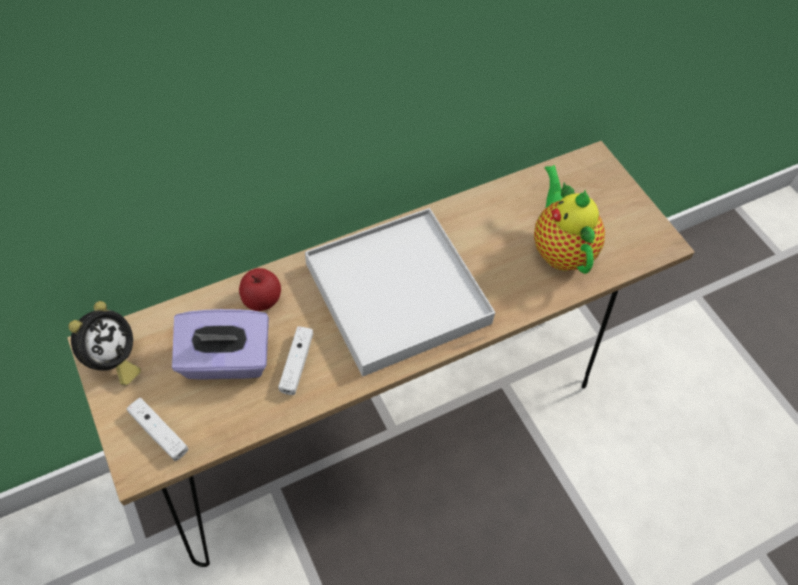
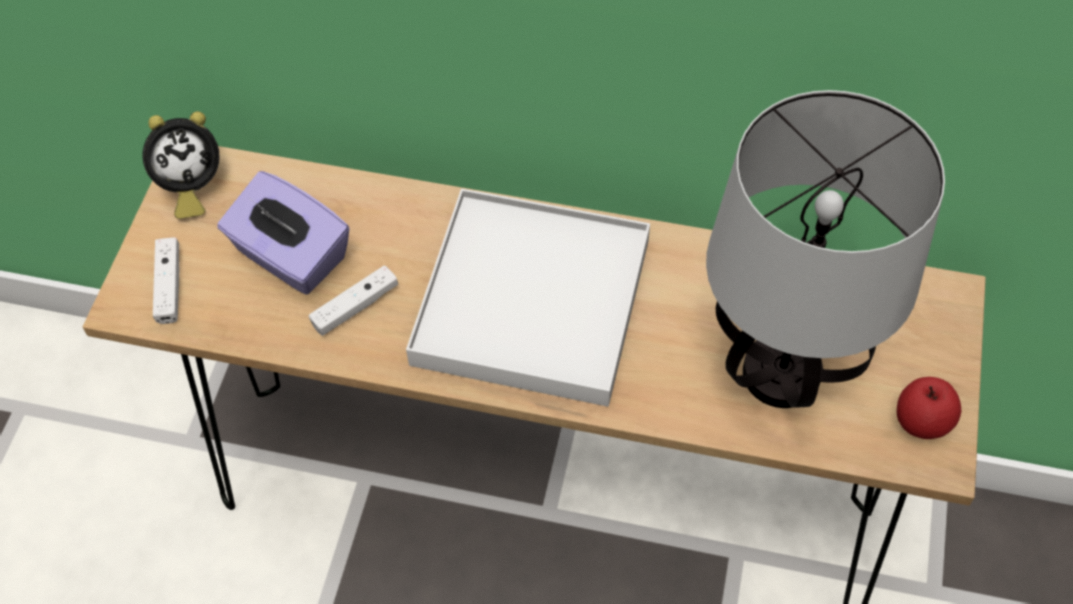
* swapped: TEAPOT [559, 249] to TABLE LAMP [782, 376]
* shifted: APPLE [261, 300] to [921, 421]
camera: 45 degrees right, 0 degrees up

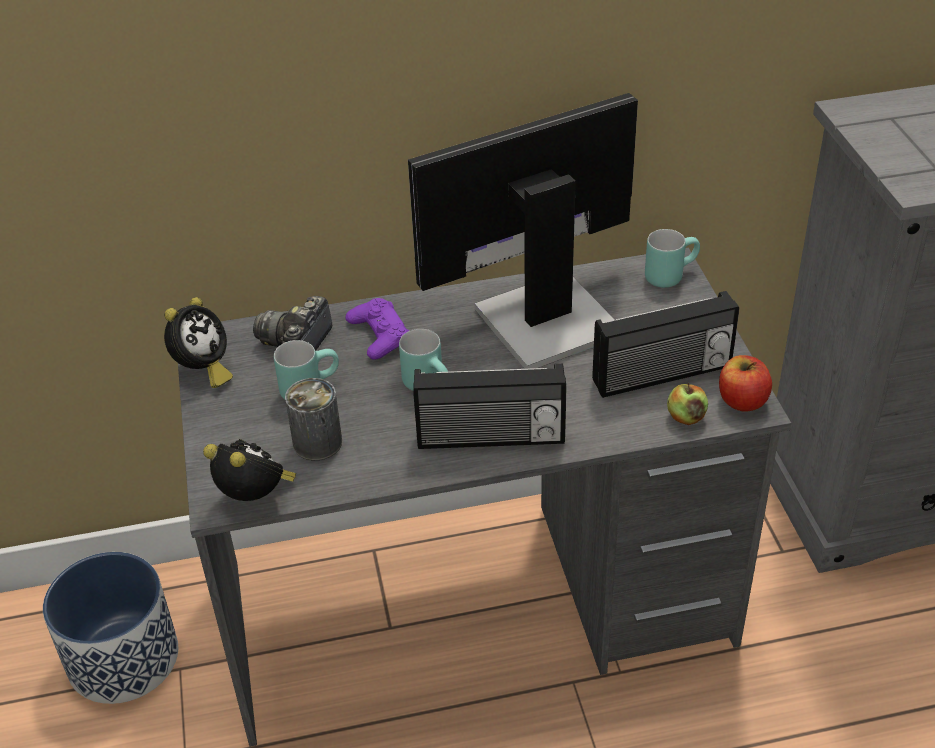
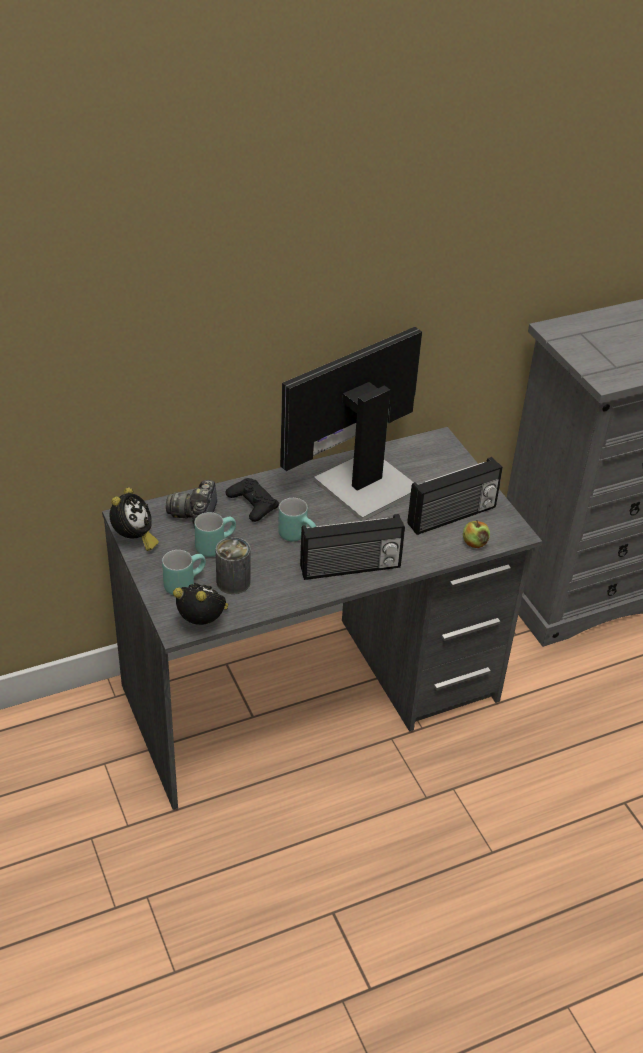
* shifted: TURQUOISE MUG [669, 274] to [183, 583]
* repainted: PURPLE GAME CONTROLLER [380, 335] to BLACK GAME CONTROLLER [252, 504]
* gone: PLANTER [123, 658]
* gone: APPLE [742, 401]
camera: 15 degrees left, 0 degrees up

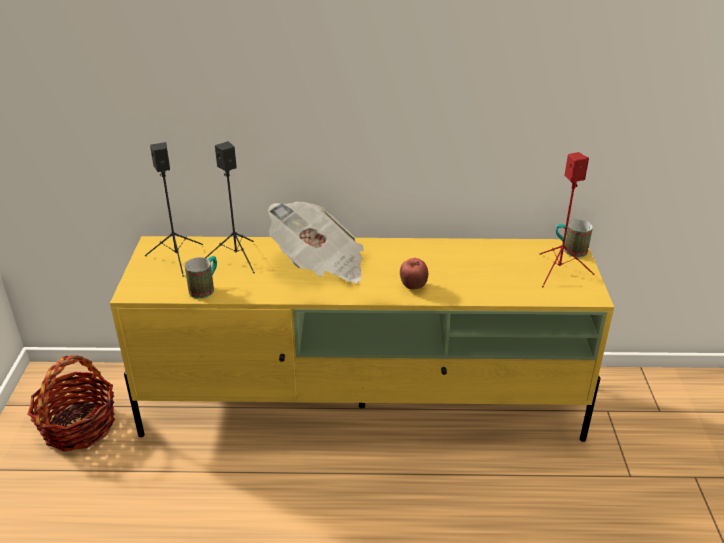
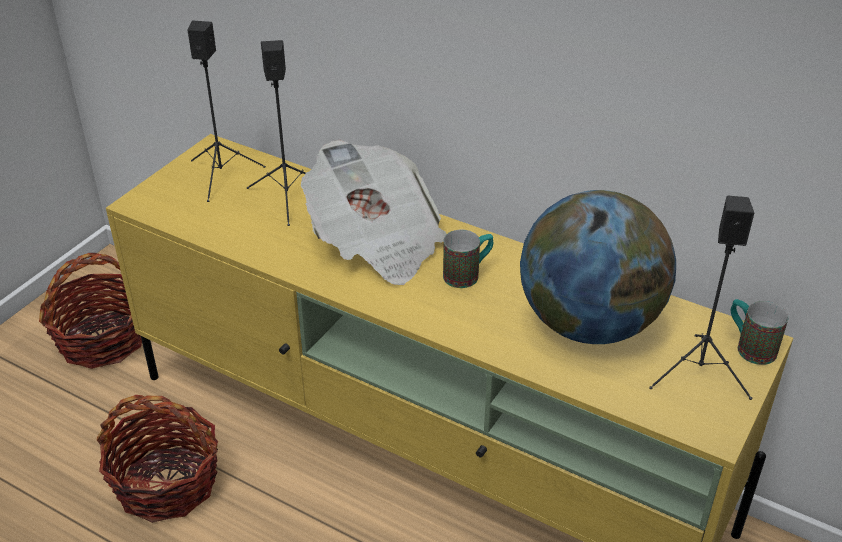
* new: BASKET [167, 482]
* shifted: MUG [205, 288] to [468, 274]
* new: GLOBE [589, 324]
* repainted: RED SPEAKER [559, 271] to BLACK SPEAKER [700, 373]
* gone: APPLE [413, 286]
camera: 30 degrees right, 5 degrees up

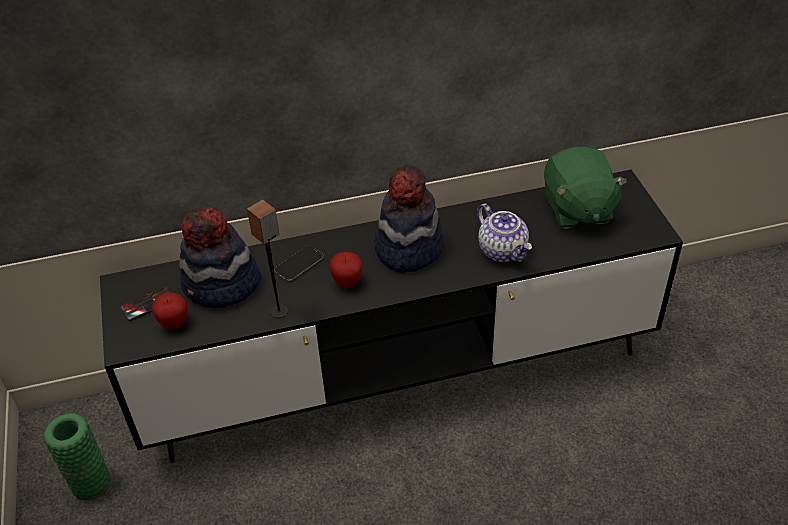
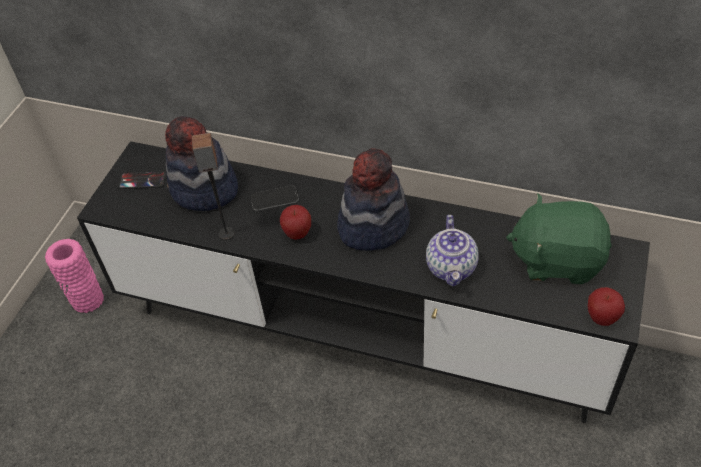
* repainted: GREEN VASE [91, 483] to PINK VASE [87, 300]
* rotated: GREEN PLUSH TOY [577, 209] = [557, 259] 75 degrees clockwise
* shifted: APPLE [174, 323] to [601, 318]
camera: 35 degrees right, 5 degrees up

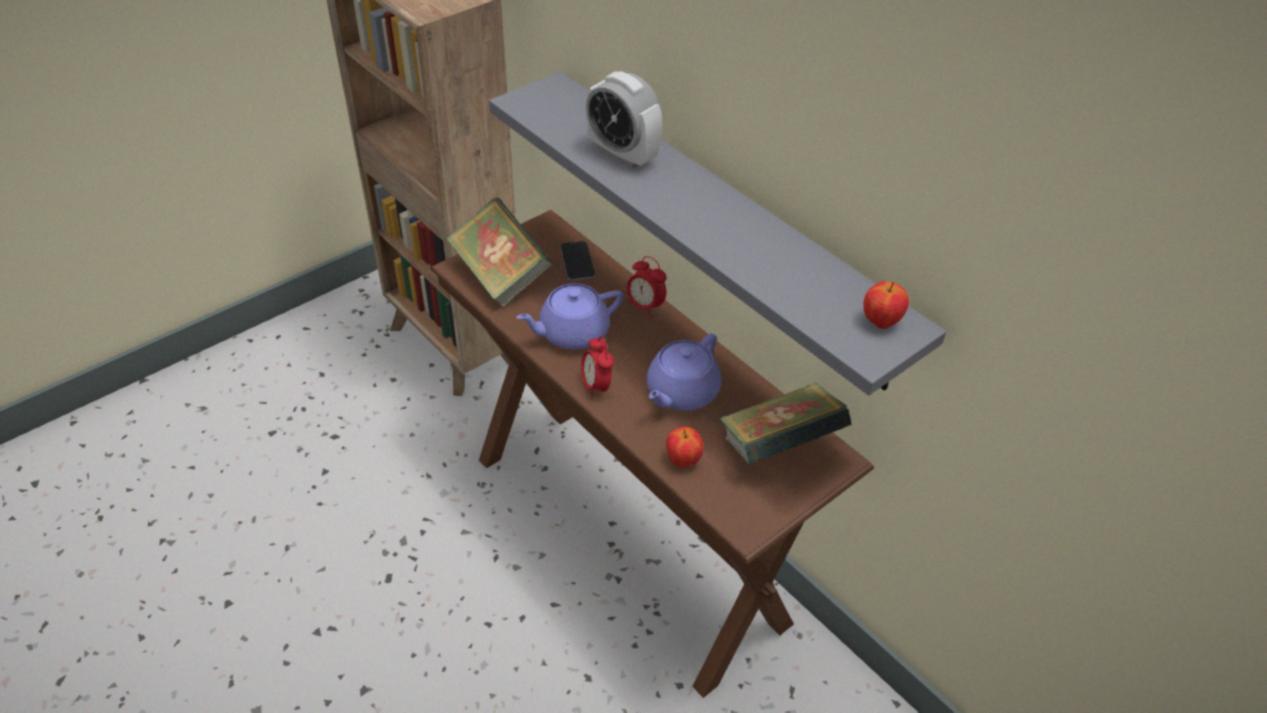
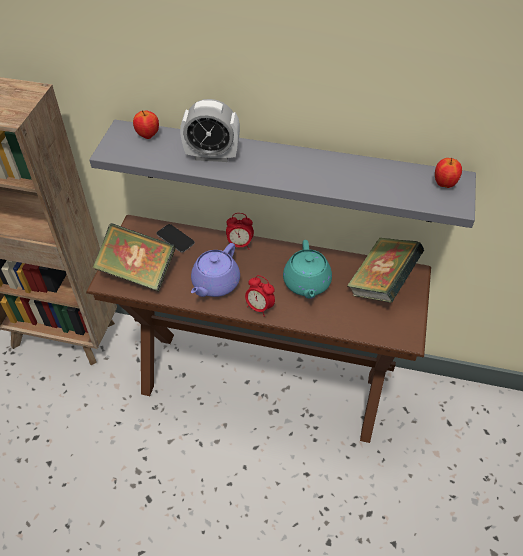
* shifted: APPLE [683, 461] to [148, 135]
* repainted: PURPLE TEAPOT [681, 392] to TURQUOISE TEAPOT [306, 283]
camera: 35 degrees left, 5 degrees up

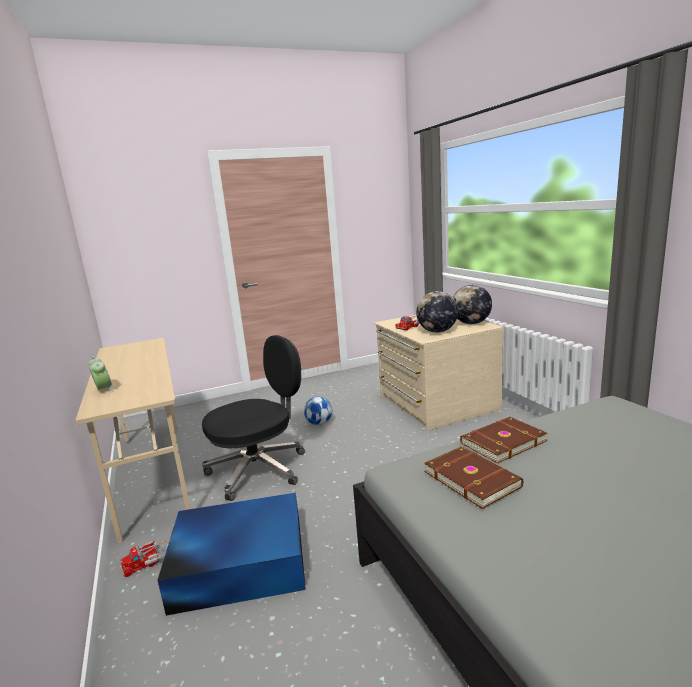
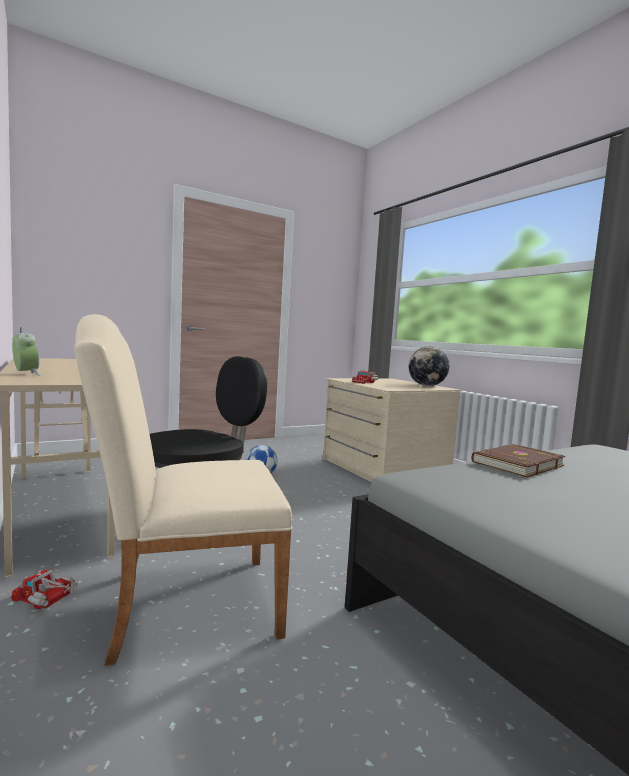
* rotated: TOY TRUCK [146, 561] = [47, 599] 60 degrees clockwise
* swapped: BLUE STORAGE BOX [238, 563] to BEIGE CHAIR [182, 604]
* gone: GLOBE [437, 331]
* gone: BROWN BOOK [472, 478]
camera: 10 degrees left, 10 degrees down

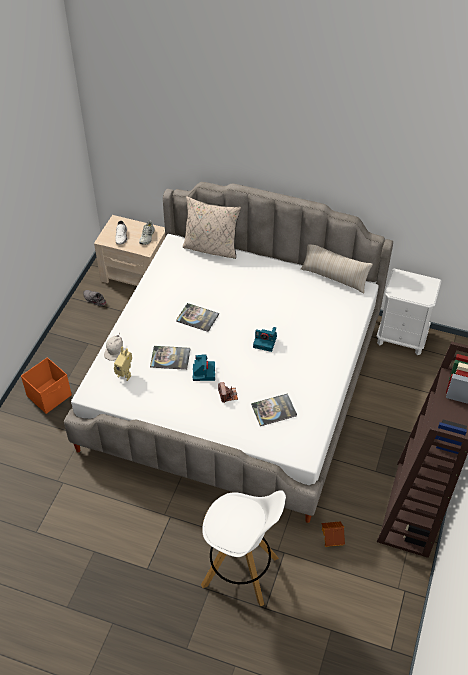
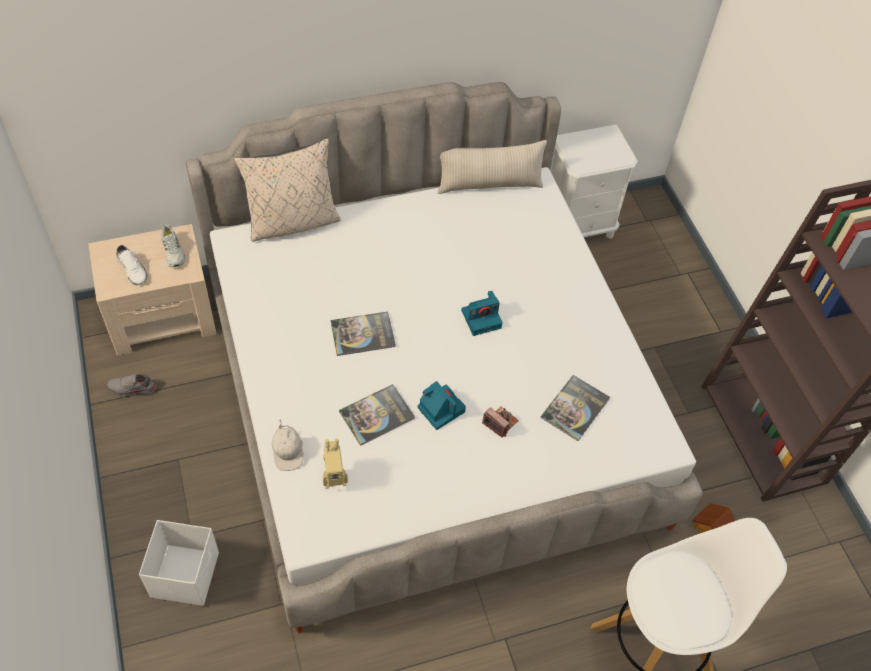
* repainted: ORANGE STORAGE BOX [50, 396] to WHITE STORAGE BOX [186, 574]
camera: 40 degrees left, 5 degrees up

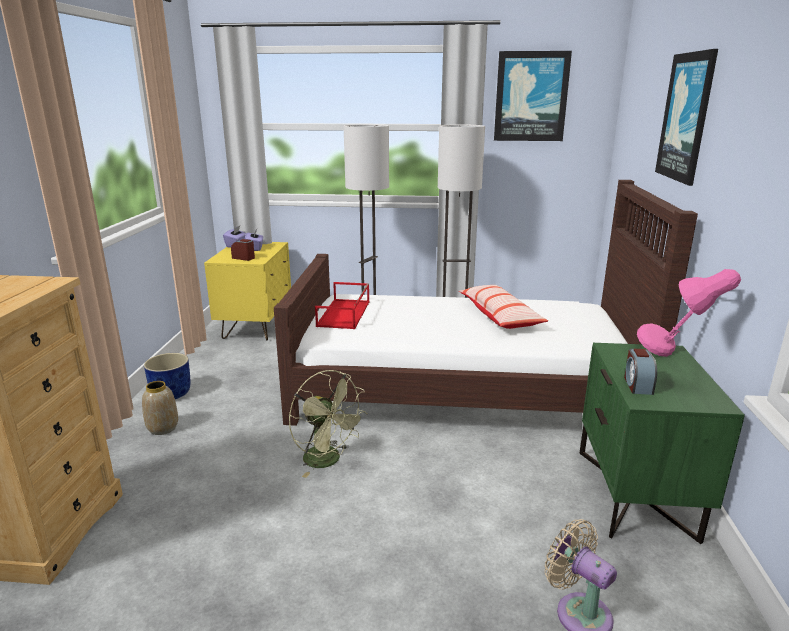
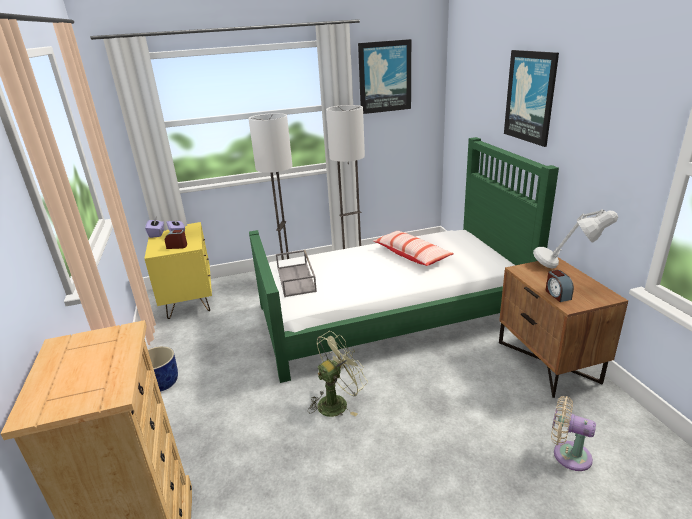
* repainted: BROWN BED [463, 387] to GREEN BED [391, 313]
* repainted: RED TRAY [344, 314] to GREY TRAY [297, 279]
* rotated: GREEN FAN [328, 461] = [337, 402] 60 degrees counterclockwise
* repainted: GREEN NIGHTSTAND [636, 494] to BROWN NIGHTSTAND [549, 362]
* repainted: PINK TABLE LAMP [675, 366] to GREY TABLE LAMP [566, 274]
* gone: VASE [162, 428]
camera: 20 degrees left, 5 degrees up

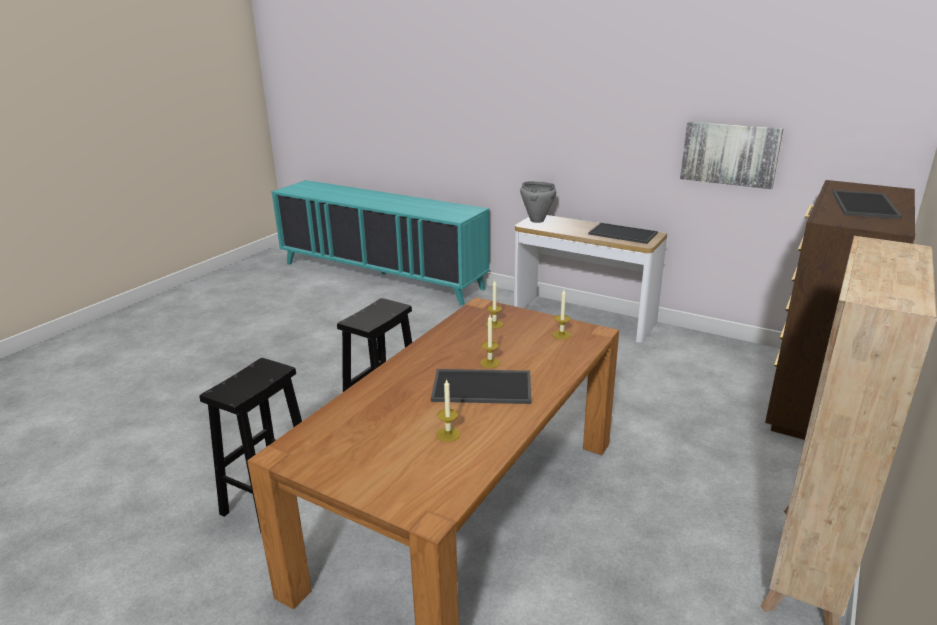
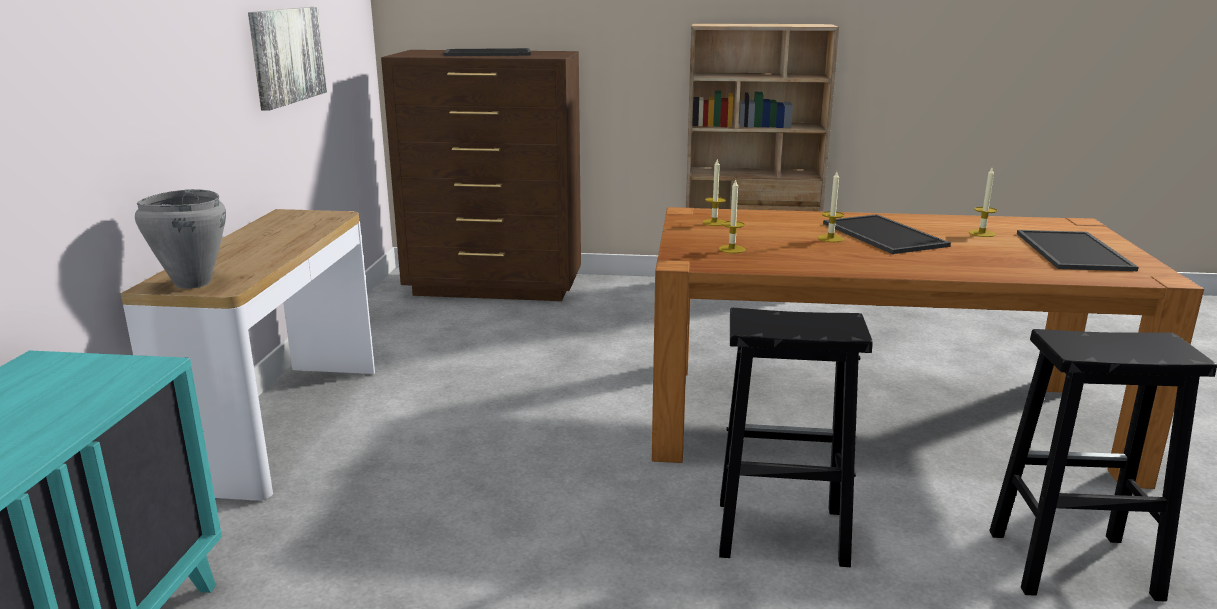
* shifted: TRAY [621, 234] to [1075, 251]
camera: 115 degrees left, 5 degrees down

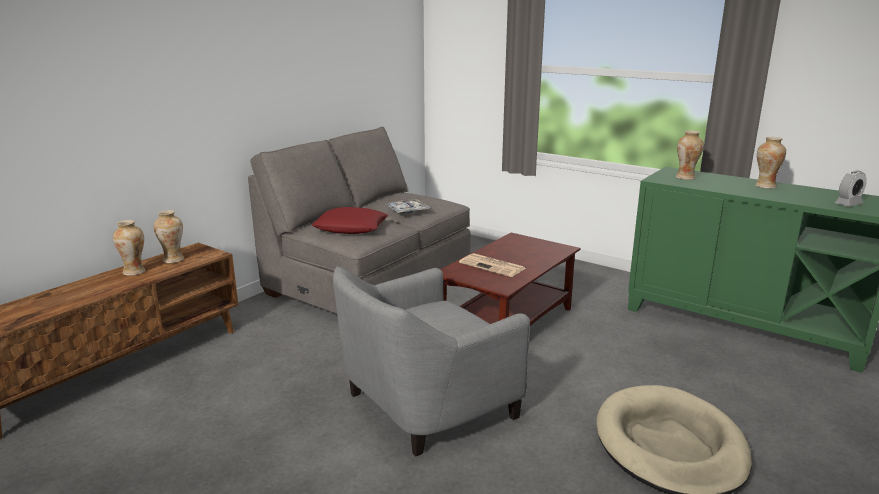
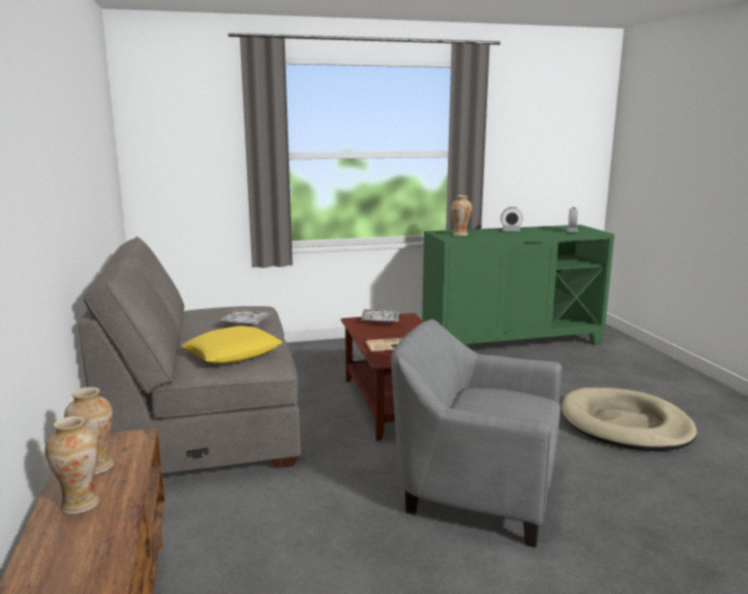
* repainted: RED PILLOW [351, 227] to YELLOW PILLOW [233, 353]
* new: TRAY [380, 320]
* rotated: GREY ARMCHAIR [425, 405] = [475, 488] 105 degrees clockwise
* swapped: VASE [765, 186] to ALARM CLOCK [511, 231]
camera: 50 degrees left, 5 degrees down

